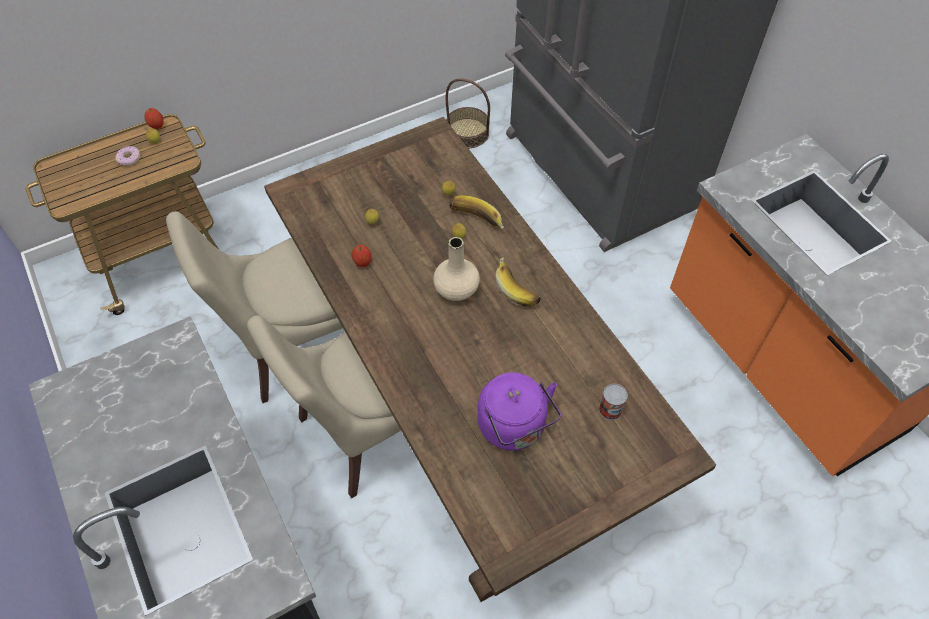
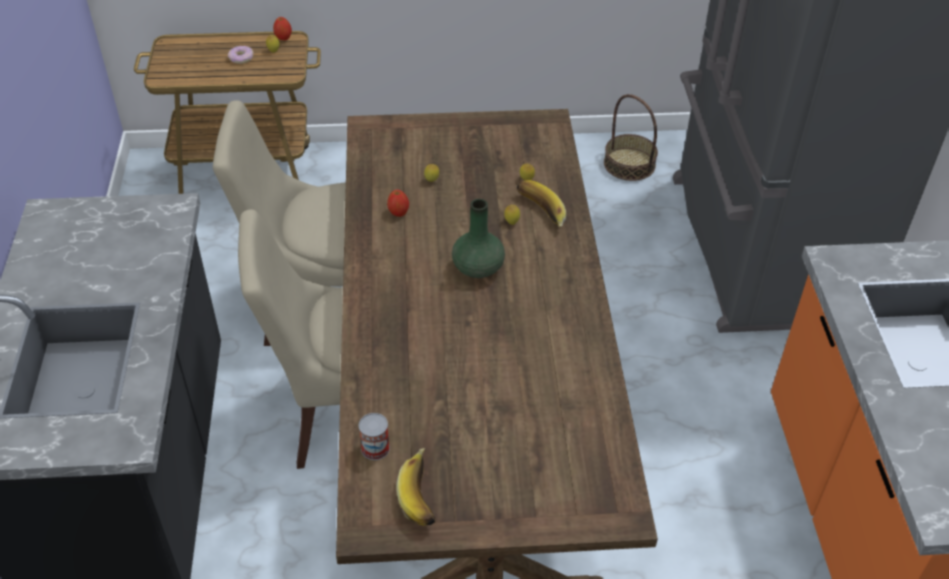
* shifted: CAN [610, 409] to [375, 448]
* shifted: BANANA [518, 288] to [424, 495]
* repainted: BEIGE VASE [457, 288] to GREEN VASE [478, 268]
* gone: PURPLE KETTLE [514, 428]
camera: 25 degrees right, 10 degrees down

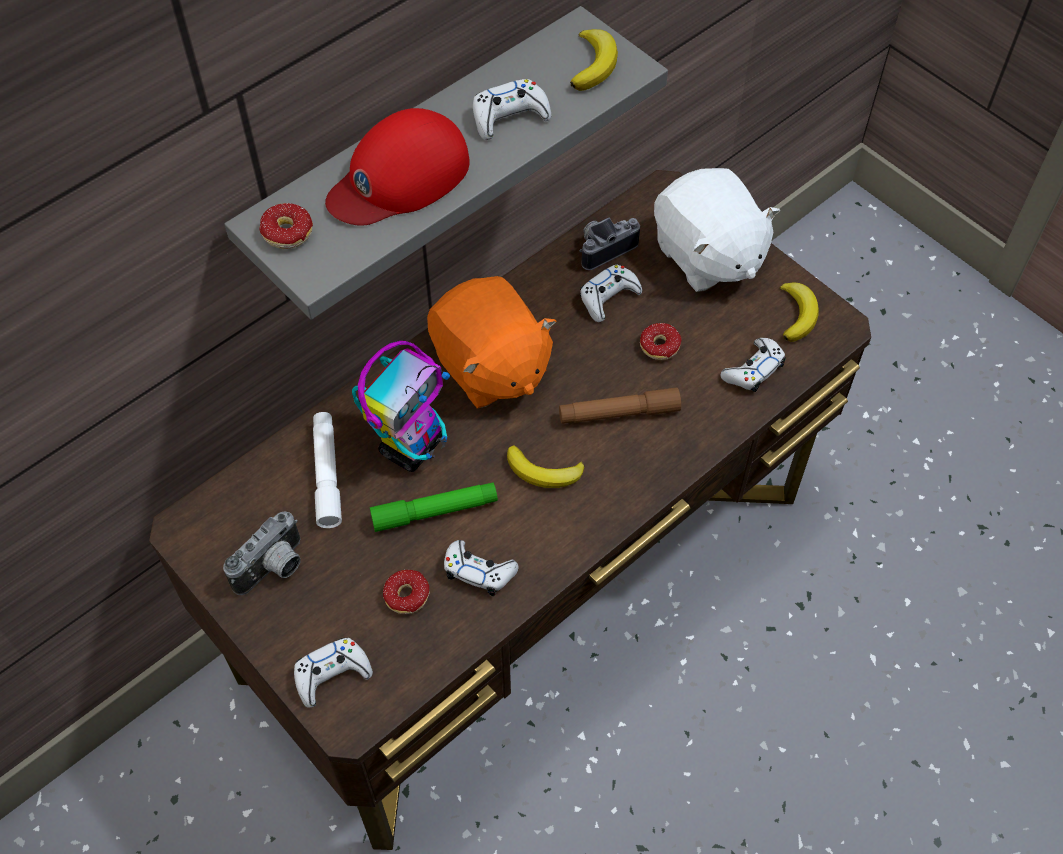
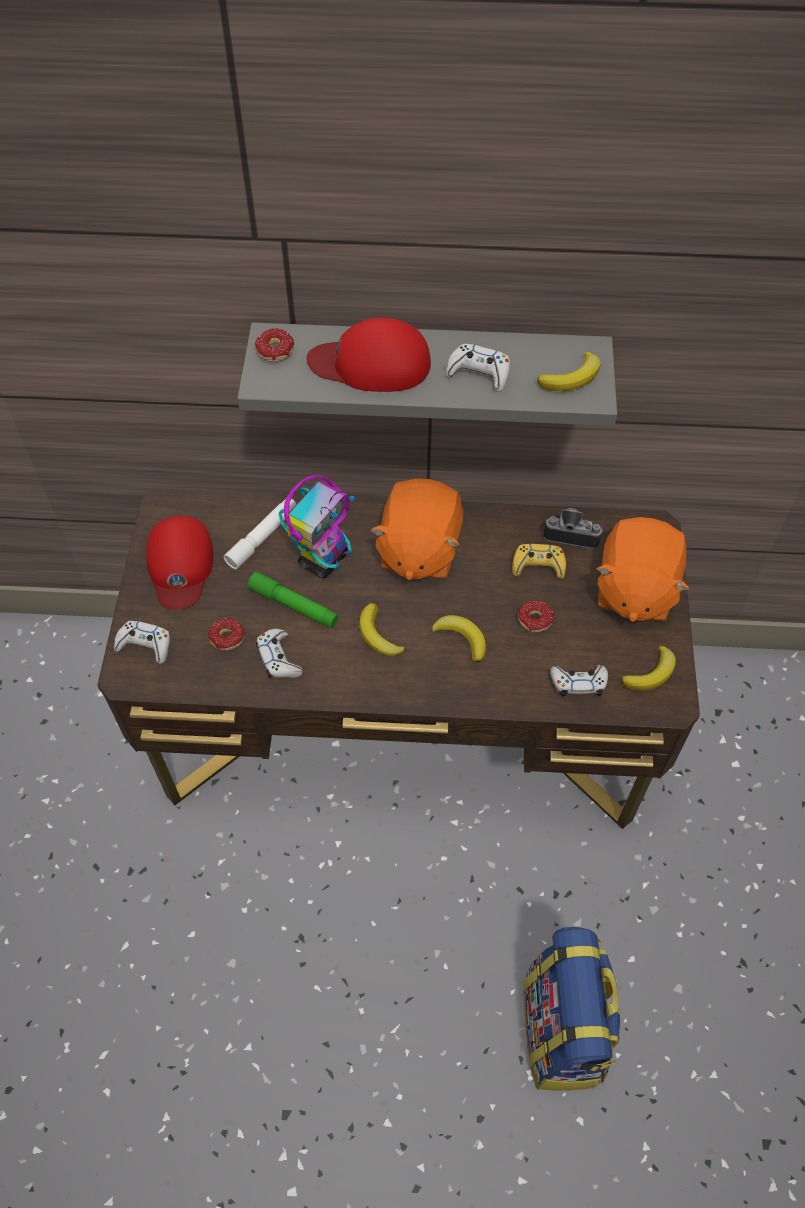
* swapped: PHOTO CAMERA [274, 569] to RED CAP [180, 565]
* rotated: TOY ROBOT [412, 445] = [324, 559] 45 degrees counterclockwise
* swapped: BROWN FLASHLIGHT [619, 413] to BANANA [462, 638]
* repainted: WHITE GAME CONTROLLER [608, 297] to YELLOW GAME CONTROLLER [538, 565]
* new: BACKPACK [564, 1031]
* repainted: WHITE PLUSH TOY [707, 256] to ORANGE PLUSH TOY [634, 589]
camera: 45 degrees right, 0 degrees up

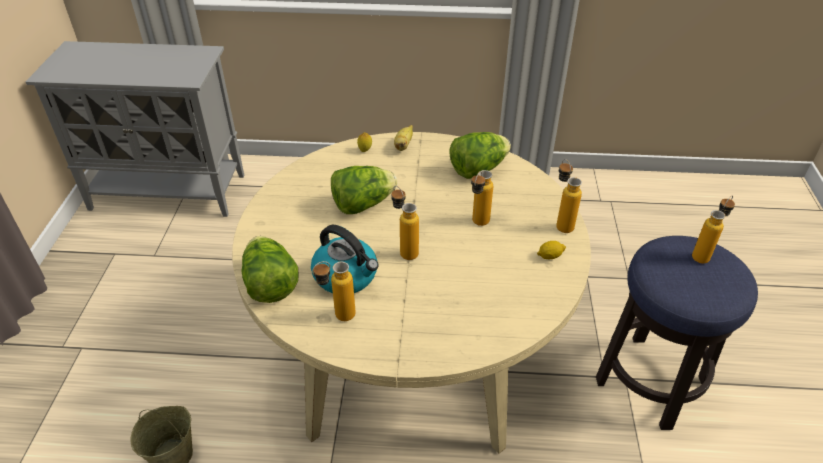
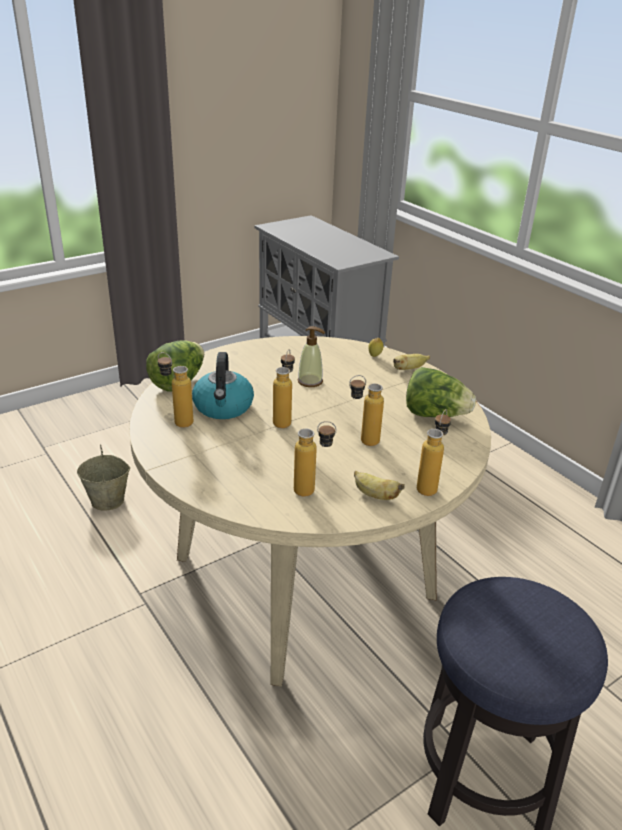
* shifted: BOTTLE [704, 254] to [312, 492]
* swapped: LETTUCE [363, 204] to SOAP DISPENSER [310, 381]
* swapped: LEMON [550, 256] to BANANA [375, 495]
camera: 50 degrees right, 10 degrees down

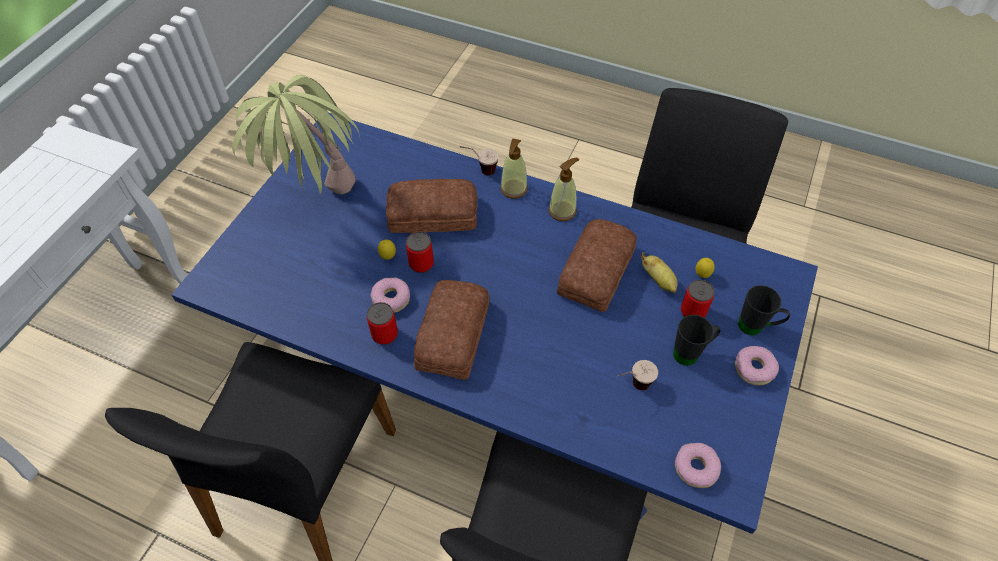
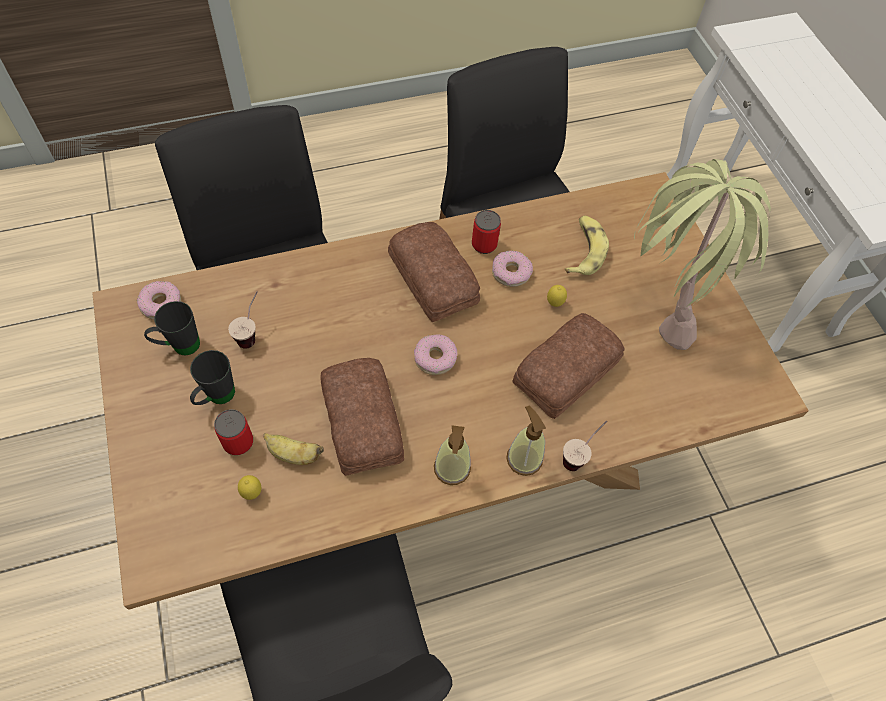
* repainted: BLUE DINING TABLE [500, 390] to BROWN DINING TABLE [434, 459]
* shifted: BLACK MUG [757, 327] to [179, 346]
* shifted: DONUT [754, 369] to [435, 358]
* new: BANANA [584, 250]
* gone: CAN [421, 264]
camera: 135 degrees right, 5 degrees up

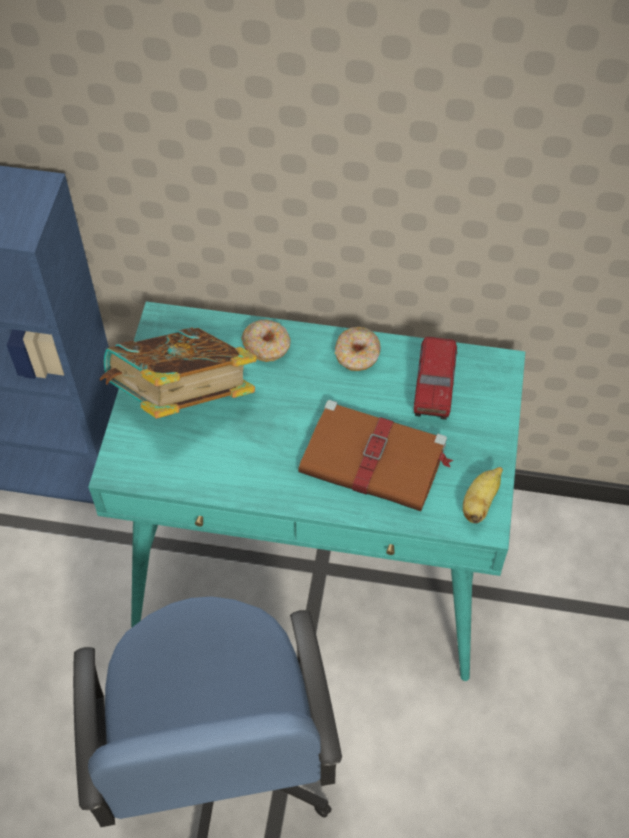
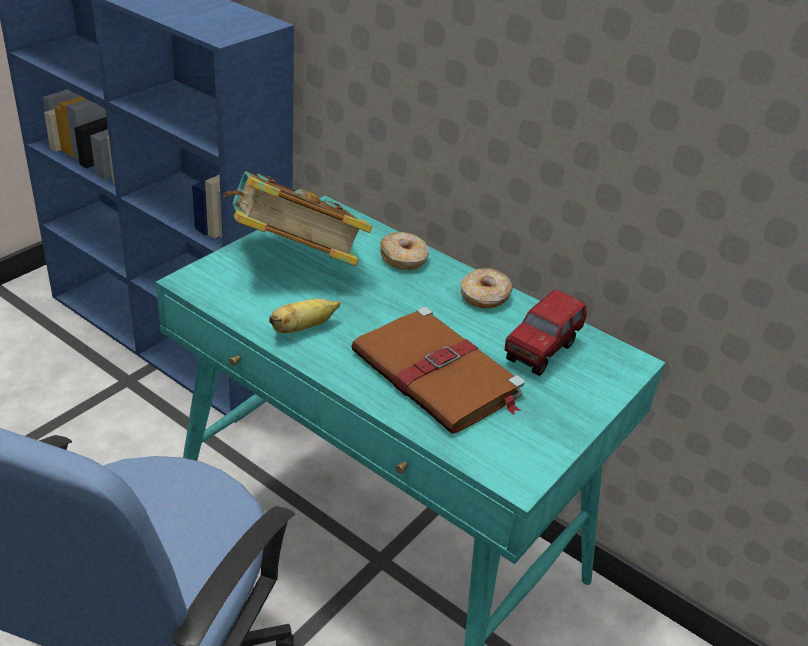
* shifted: BANANA [480, 502] to [302, 328]
camera: 25 degrees right, 20 degrees down

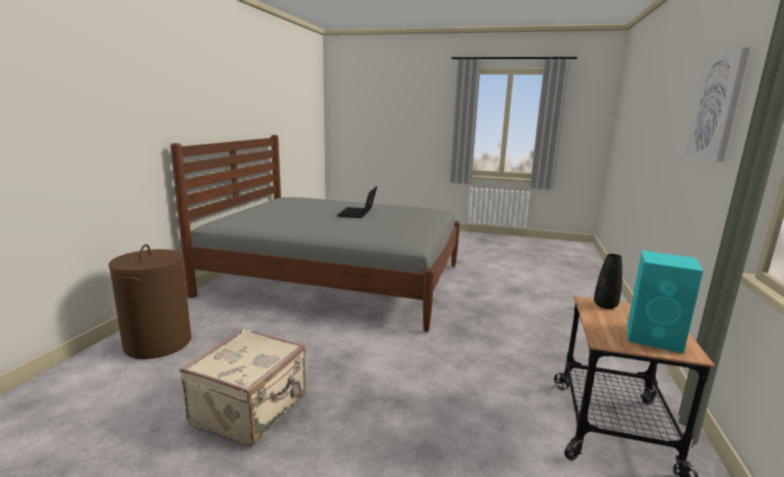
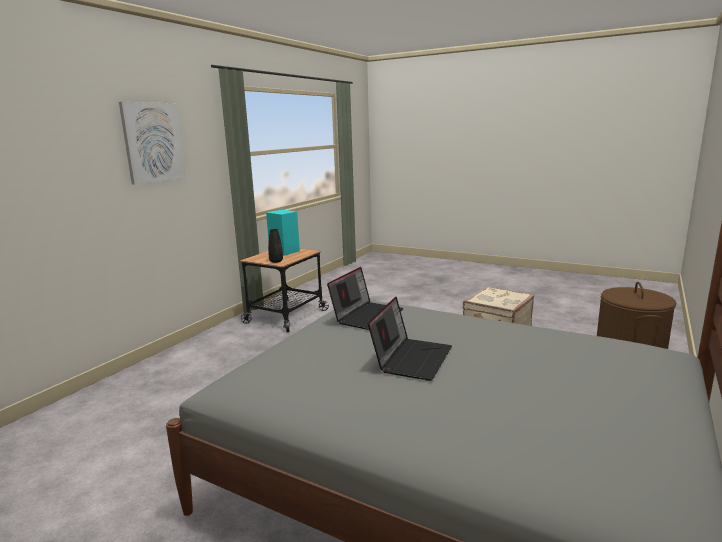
* new: LAPTOP [367, 316]
camera: 165 degrees left, 0 degrees up

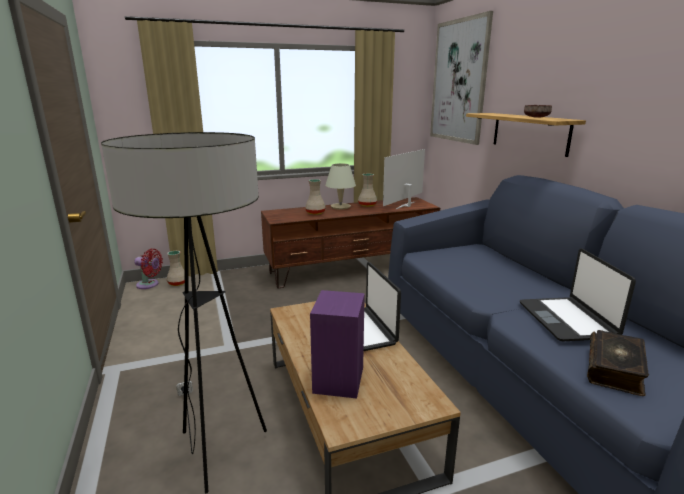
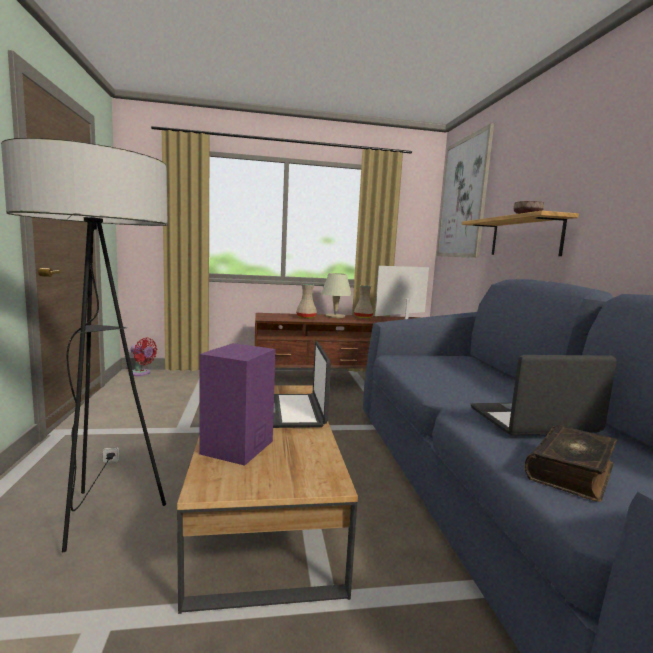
* rotated: LAPTOP [567, 320] = [533, 421] 75 degrees clockwise
* gone: BEIGE VASE [178, 283]
camera: 10 degrees right, 10 degrees down

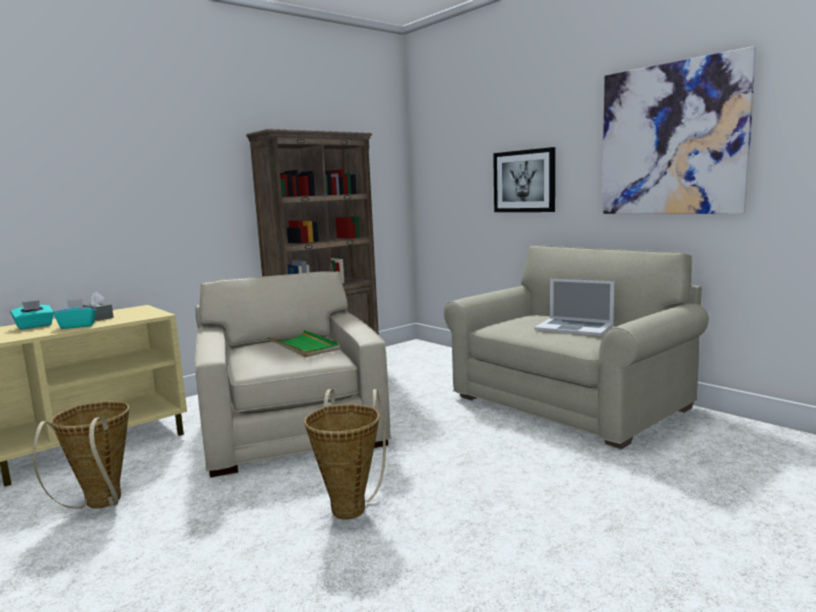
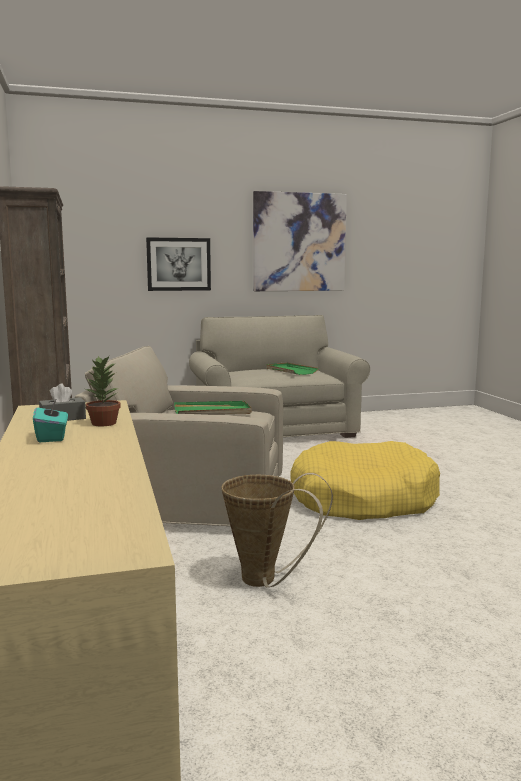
* swapped: TURQUOISE TISSUE BOX [78, 326] to POTTED PLANT [103, 423]
* swapped: LAPTOP [574, 327] to GREEN TRAY [290, 370]
* swapped: BASKET [350, 506] to YELLOW DOG BED [362, 499]
camera: 65 degrees left, 0 degrees up

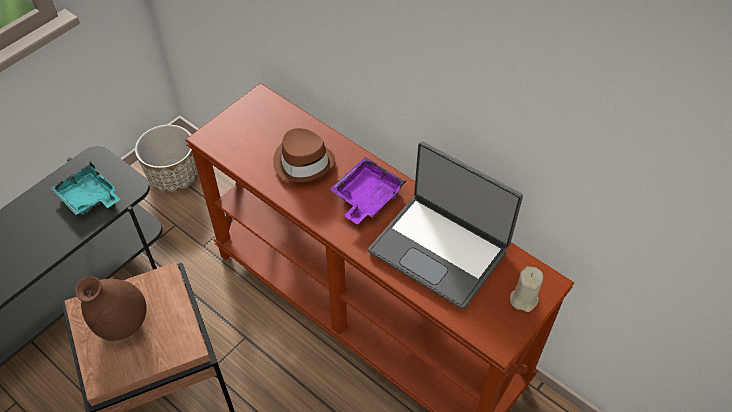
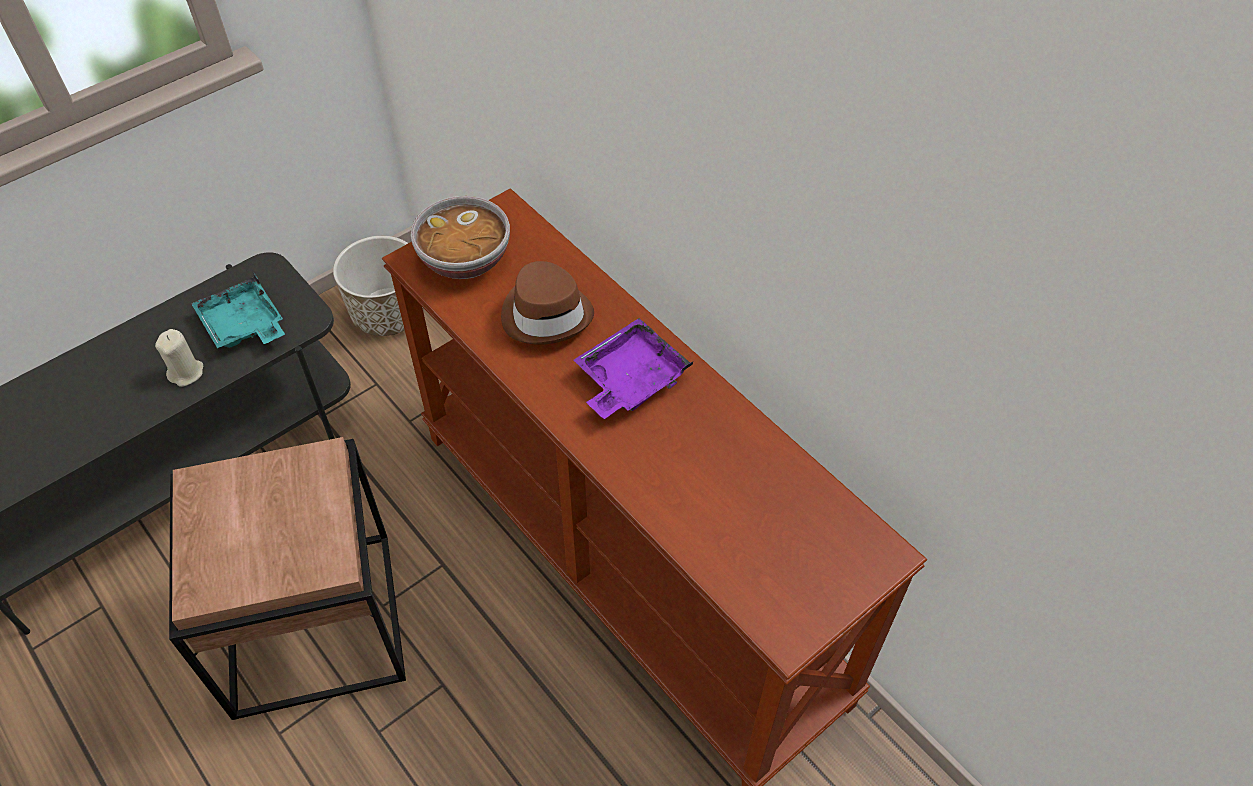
* shifted: BEIGE CANDLE [523, 299] to [186, 373]
* new: BOWL [465, 260]
* gone: BROWN VASE [123, 325]
* gone: LAPTOP [440, 249]
camera: 10 degrees right, 0 degrees up

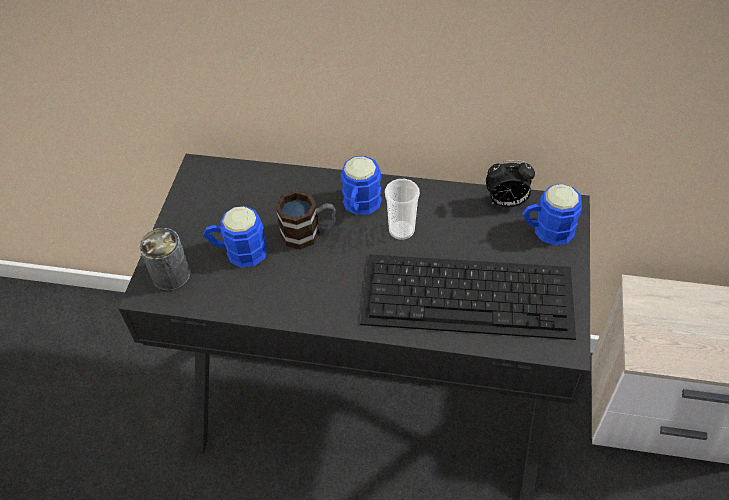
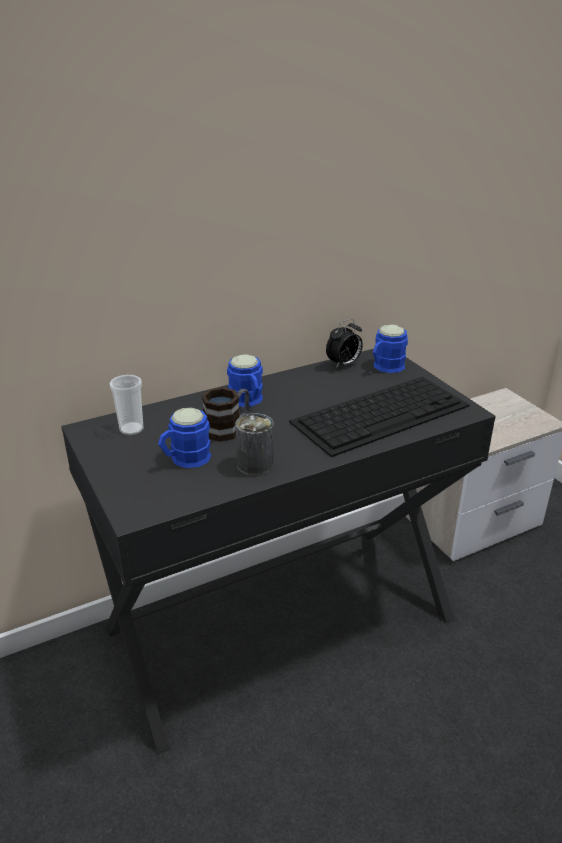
* shifted: CUP [401, 230] to [131, 429]
* shifted: CAN [171, 275] to [255, 464]
camera: 40 degrees left, 20 degrees down

